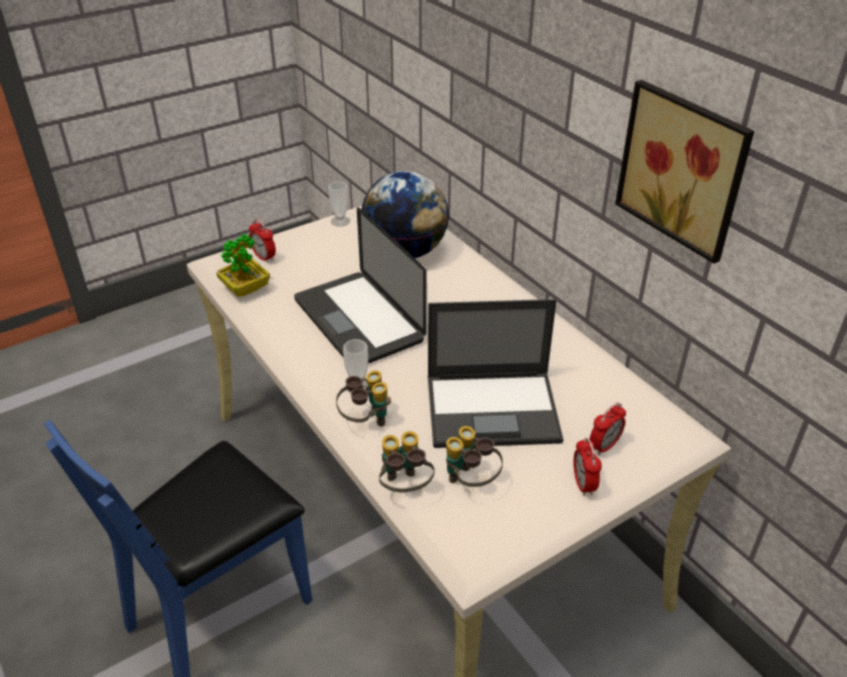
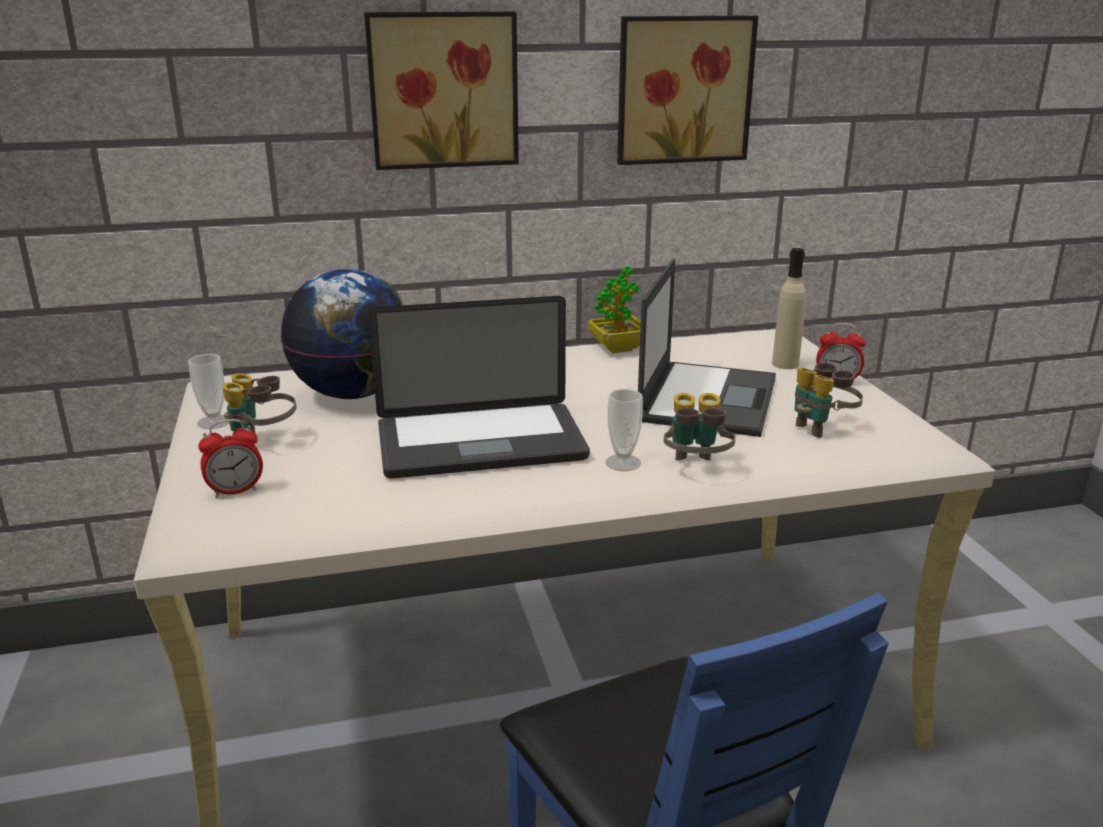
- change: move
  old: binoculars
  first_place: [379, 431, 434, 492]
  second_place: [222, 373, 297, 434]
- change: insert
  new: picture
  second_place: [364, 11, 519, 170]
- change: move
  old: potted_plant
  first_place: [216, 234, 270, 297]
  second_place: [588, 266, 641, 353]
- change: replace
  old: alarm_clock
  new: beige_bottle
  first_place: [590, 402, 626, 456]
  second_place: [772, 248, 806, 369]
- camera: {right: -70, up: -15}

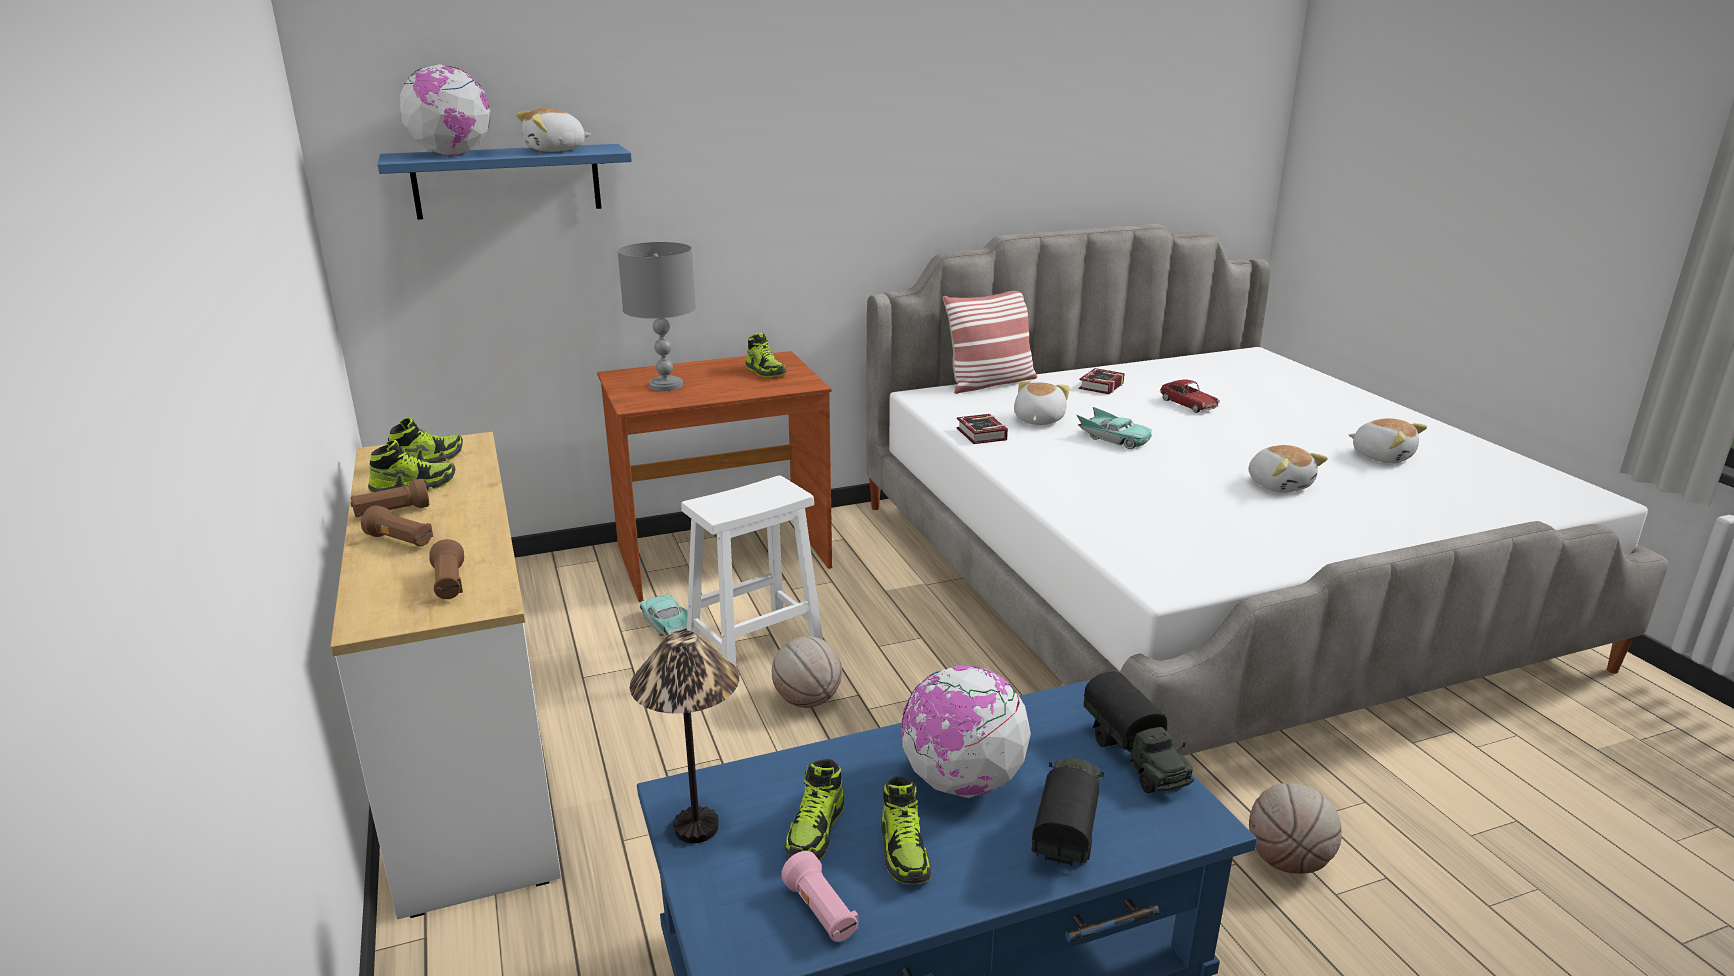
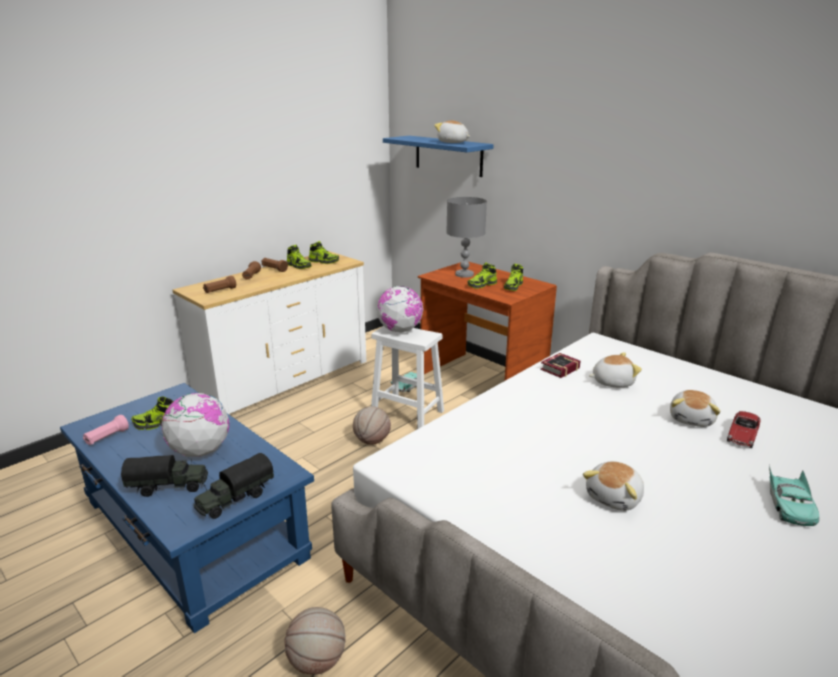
- change: move
  old: globe
  first_place: [400, 64, 491, 155]
  second_place: [377, 286, 423, 332]
- change: move
  old: shoe
  first_place: [881, 776, 931, 884]
  second_place: [467, 262, 497, 289]
- change: move
  old: plush_toy
  first_place: [1349, 418, 1427, 463]
  second_place: [670, 390, 720, 427]
- change: move
  old: turquoise_toy_car
  first_place: [1077, 407, 1152, 449]
  second_place: [769, 465, 819, 526]
- change: delete
  old: table_lamp
  first_place: [630, 630, 739, 843]
- change: delete
  old: pillow
  first_place: [943, 291, 1037, 394]
- change: delete
  old: book
  first_place: [1079, 368, 1125, 394]
- camera: {right: 65, up: 0}

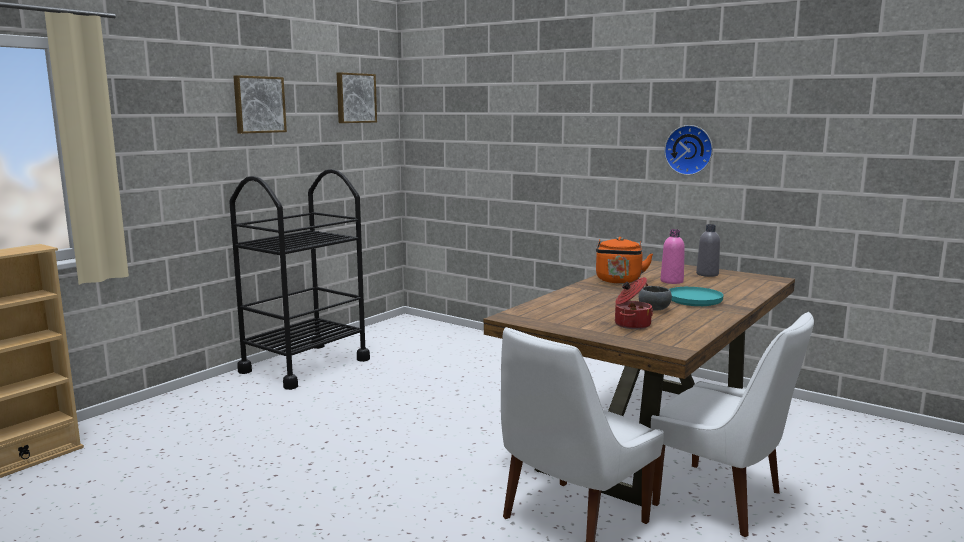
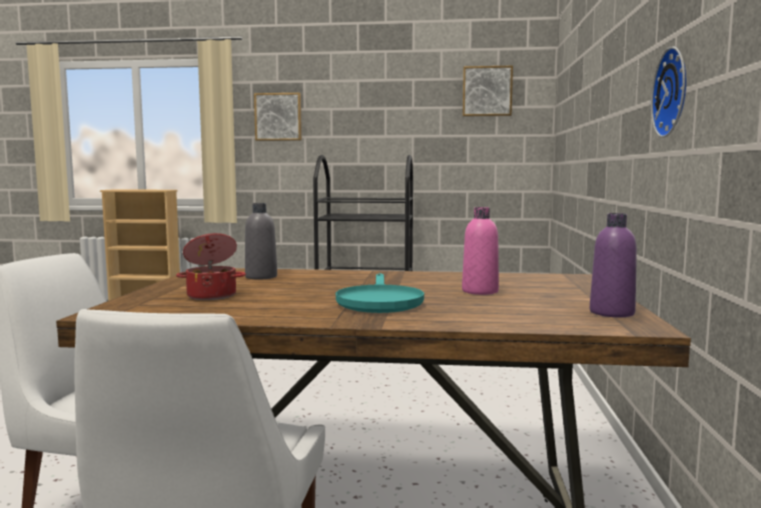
- change: move
  old: grey_bottle
  first_place: [696, 224, 720, 277]
  second_place: [245, 203, 277, 280]
- change: move
  old: picture
  first_place: [233, 75, 287, 134]
  second_place: [254, 93, 302, 141]
- change: insert
  new: purple_bottle
  second_place: [590, 213, 637, 317]
- change: delete
  old: orange_kettle
  first_place: [596, 237, 653, 284]
- change: delete
  old: grey_bowl
  first_place: [639, 286, 672, 311]
- camera: {right: 60, up: -5}

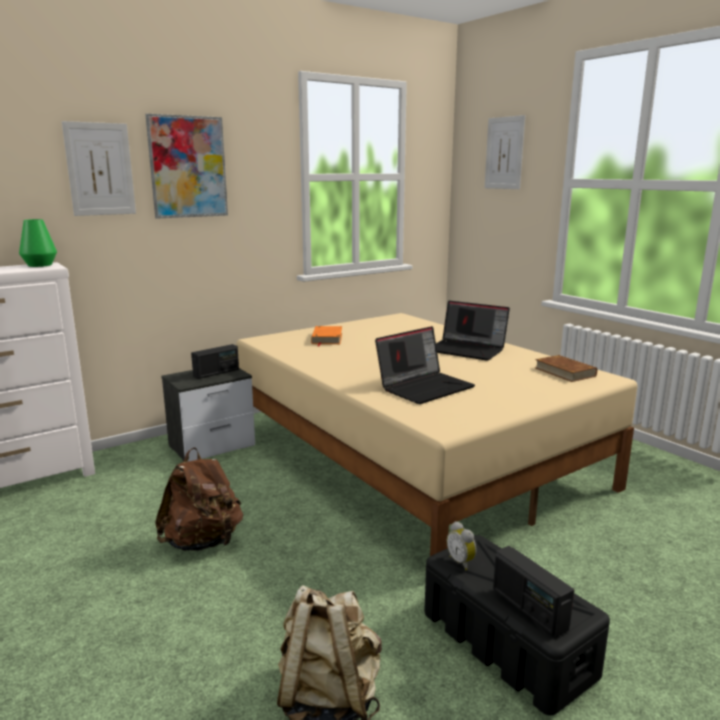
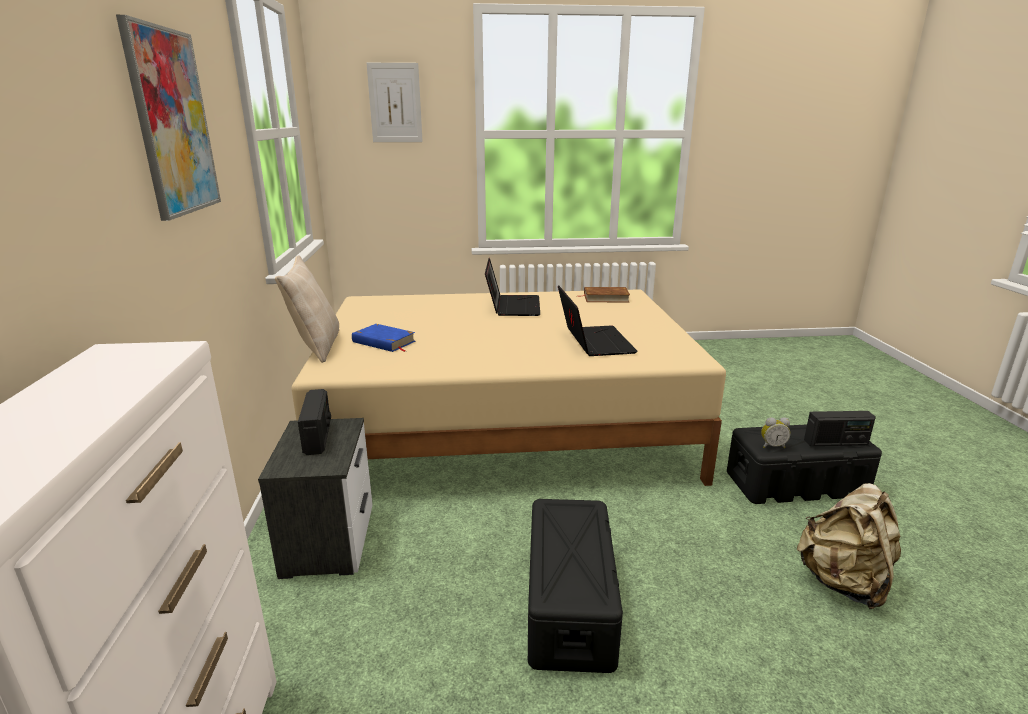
- change: insert
  new: beige_pillow
  second_place: [275, 255, 339, 363]
- change: recolor
  old: orange_book
  new: blue_book
  first_place: [311, 326, 342, 346]
  second_place: [352, 324, 415, 352]
- change: rotate
  old: laptop
  first_place: [436, 301, 510, 361]
  second_place: [485, 258, 540, 316]
  degrees: -60
- change: replace
  old: brown_backpack
  new: black_storage_box
  first_place: [155, 448, 243, 551]
  second_place: [528, 499, 623, 673]
- change: delete
  old: green_vase
  first_place: [19, 219, 57, 267]
- change: delete
  old: picture
  first_place: [62, 121, 136, 216]
- camera: {right: -60, up: 5}

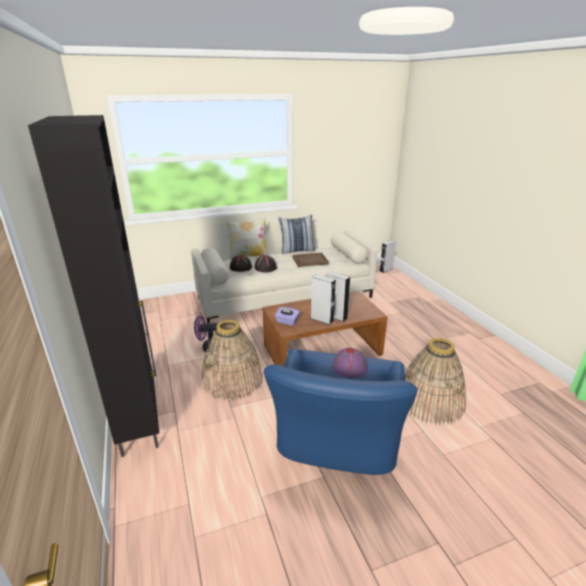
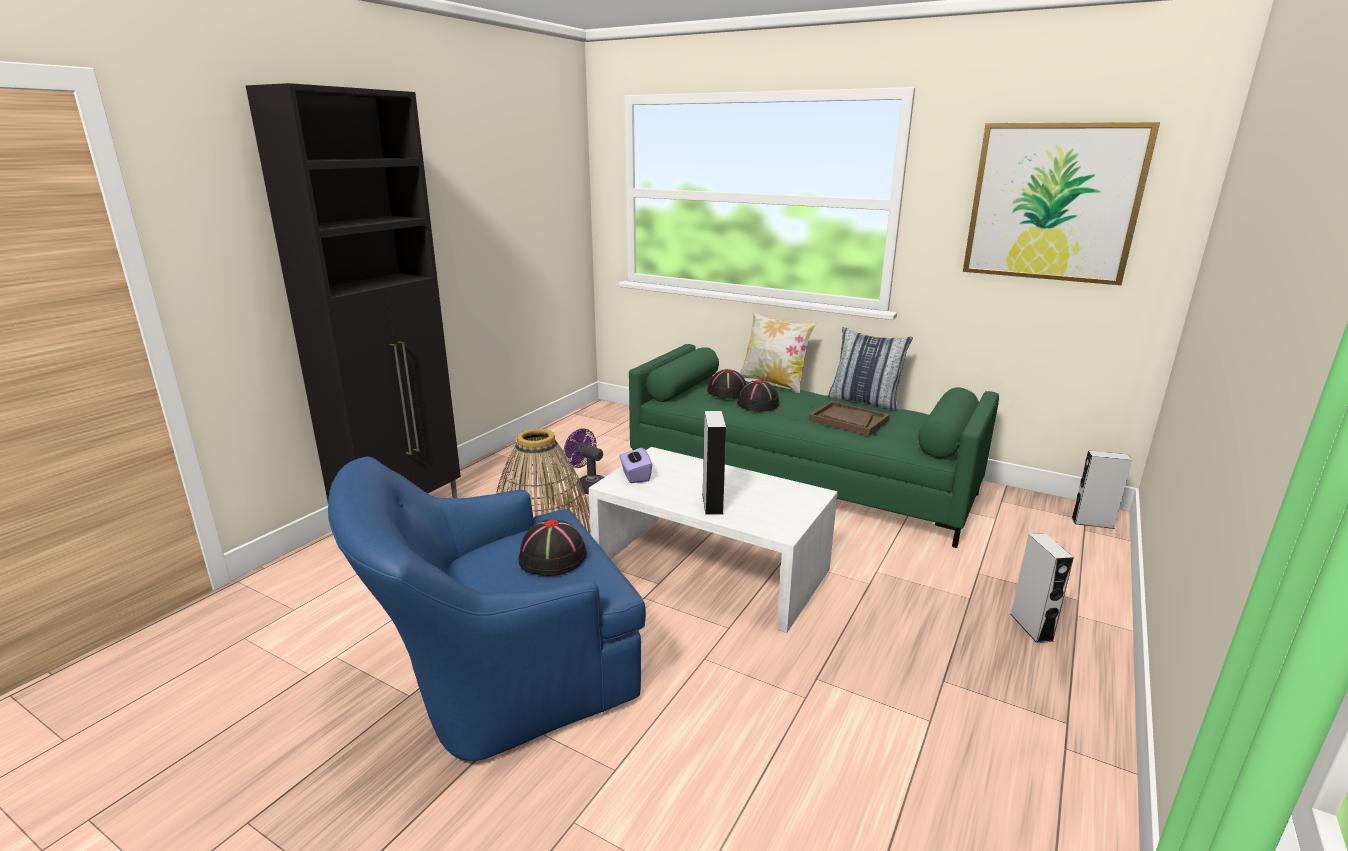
- change: recolor
  old: purple_hat
  new: black_hat
  first_place: [332, 348, 368, 378]
  second_place: [518, 519, 587, 576]
- change: recolor
  old: brown_coffee_table
  new: white_coffee_table
  first_place: [263, 291, 388, 366]
  second_place: [589, 447, 838, 633]
- change: recolor
  old: beige_sofa
  new: green_sofa
  first_place: [191, 230, 378, 324]
  second_place: [629, 344, 999, 548]
- change: insert
  new: picture
  second_place: [963, 122, 1160, 285]
- change: move
  old: grey_speaker
  first_place: [311, 274, 336, 325]
  second_place: [1010, 533, 1074, 643]
- change: delete
  old: basket
  first_place: [405, 338, 466, 425]
- camera: {right: 50, up: -5}

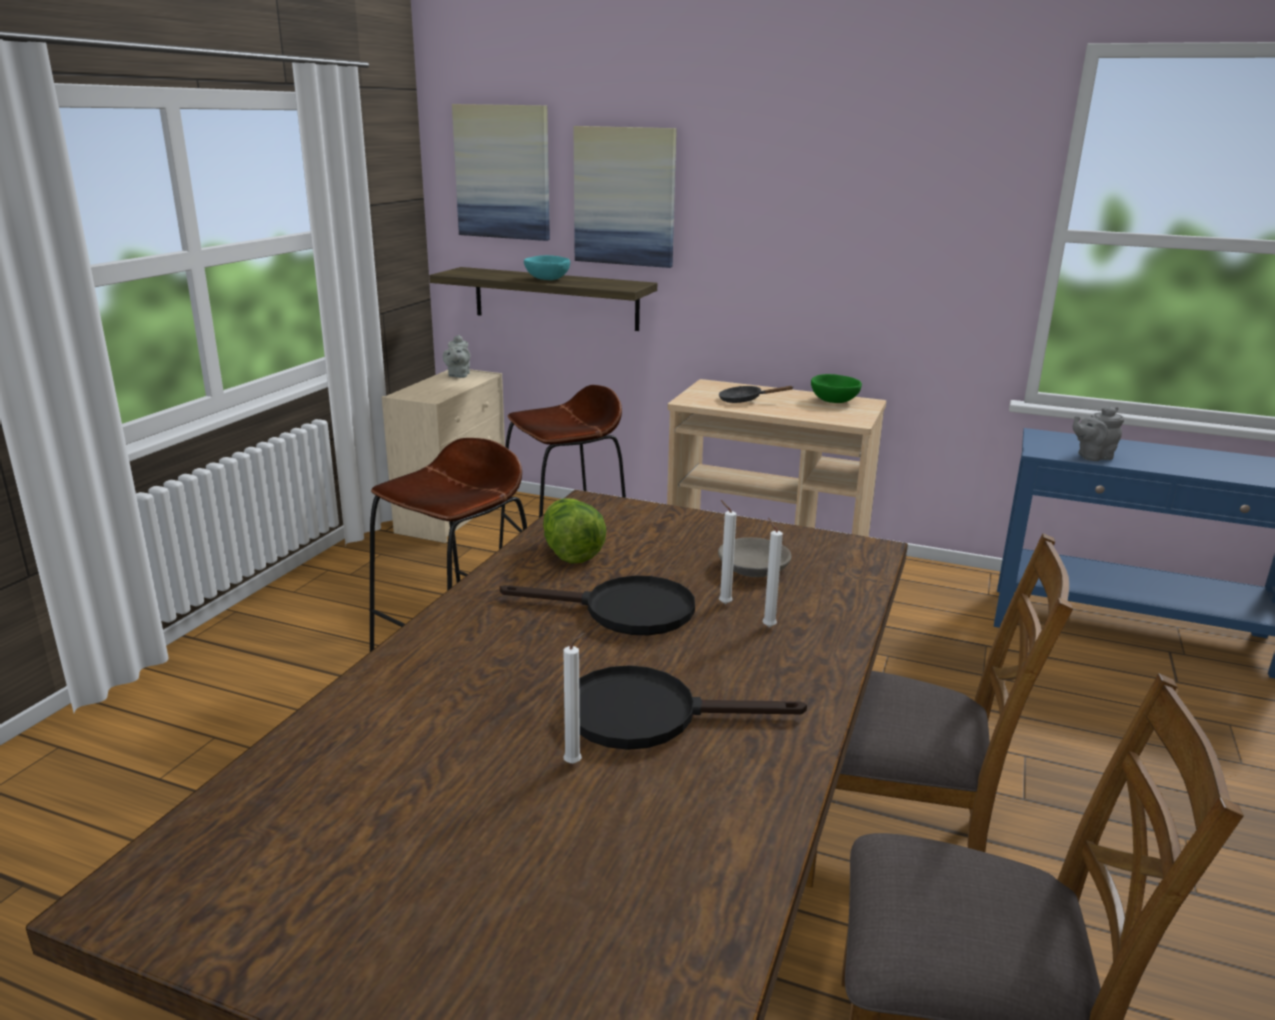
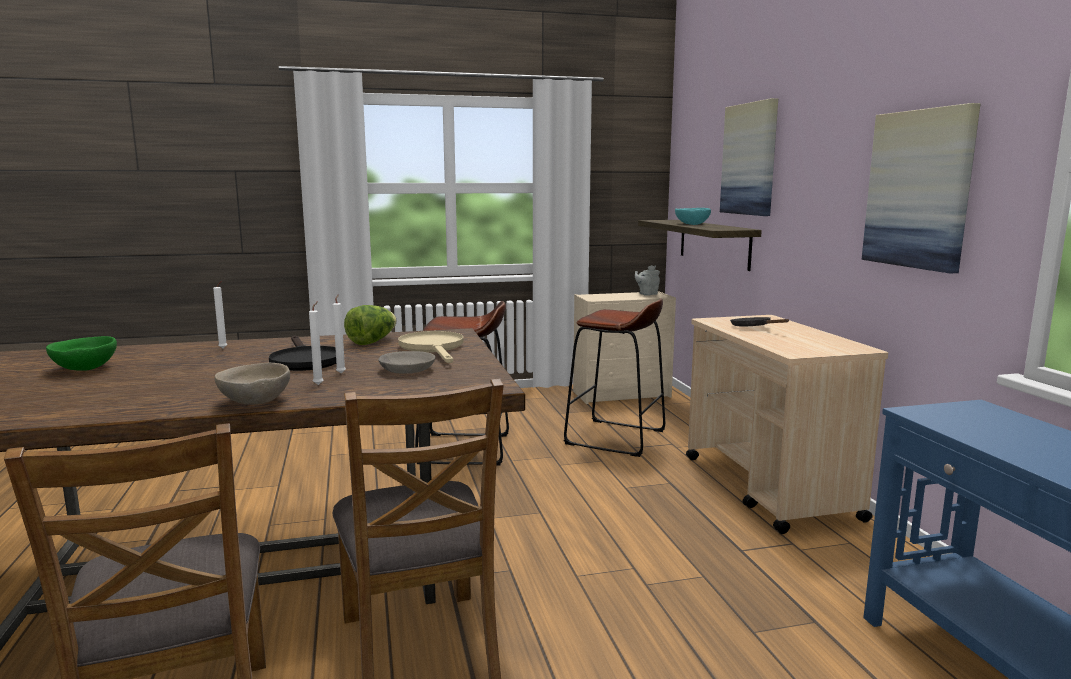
- change: move
  old: green_bowl
  first_place: [811, 374, 862, 403]
  second_place: [46, 336, 117, 371]
- change: move
  old: white_candle
  first_place: [563, 632, 586, 764]
  second_place: [213, 281, 227, 349]
- change: insert
  new: beige_bowl
  second_place: [215, 363, 290, 405]
- change: insert
  new: beige_frying_pan
  second_place: [398, 331, 464, 363]
- change: move
  old: picture
  first_place: [452, 104, 550, 241]
  second_place: [862, 103, 981, 273]
- change: delete
  old: black_frying_pan
  first_place: [579, 665, 807, 750]
- change: delete
  old: grey_teapot
  first_place: [1073, 407, 1124, 461]
- camera: {right: 55, up: -10}

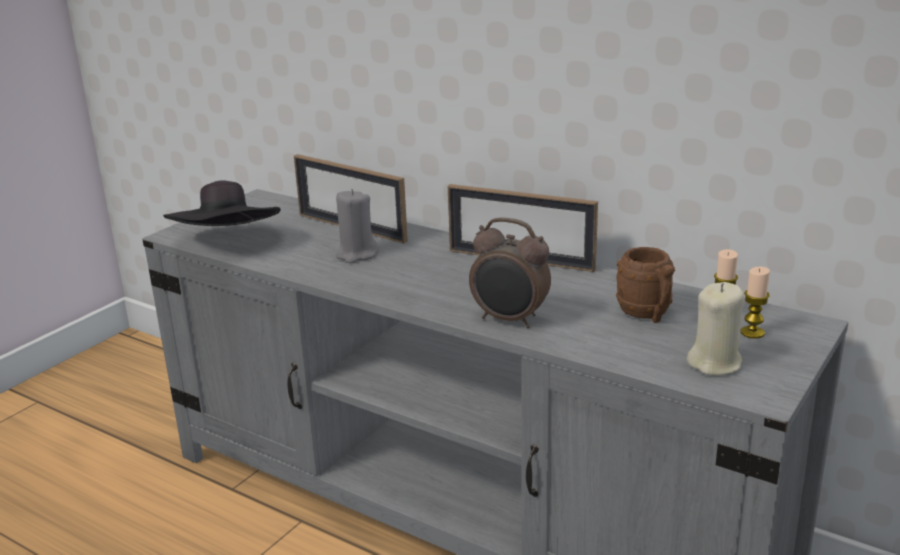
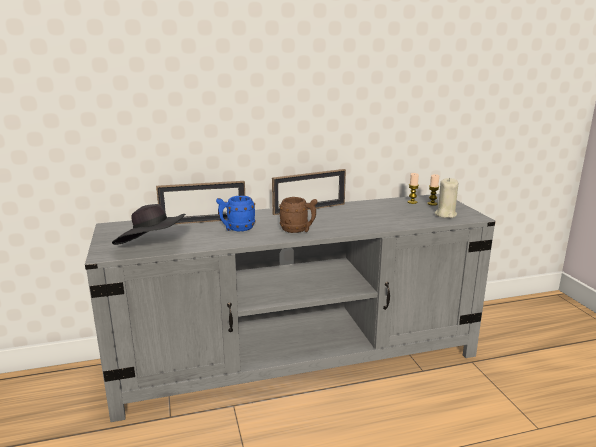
- change: replace
  old: grey_candle
  new: blue_mug
  first_place: [336, 189, 379, 263]
  second_place: [216, 196, 256, 232]
- change: move
  old: brown_mug
  first_place: [616, 247, 675, 323]
  second_place: [279, 197, 318, 233]
- change: delete
  old: alarm_clock
  first_place: [469, 217, 551, 328]
- camera: {right: -50, up: -5}

